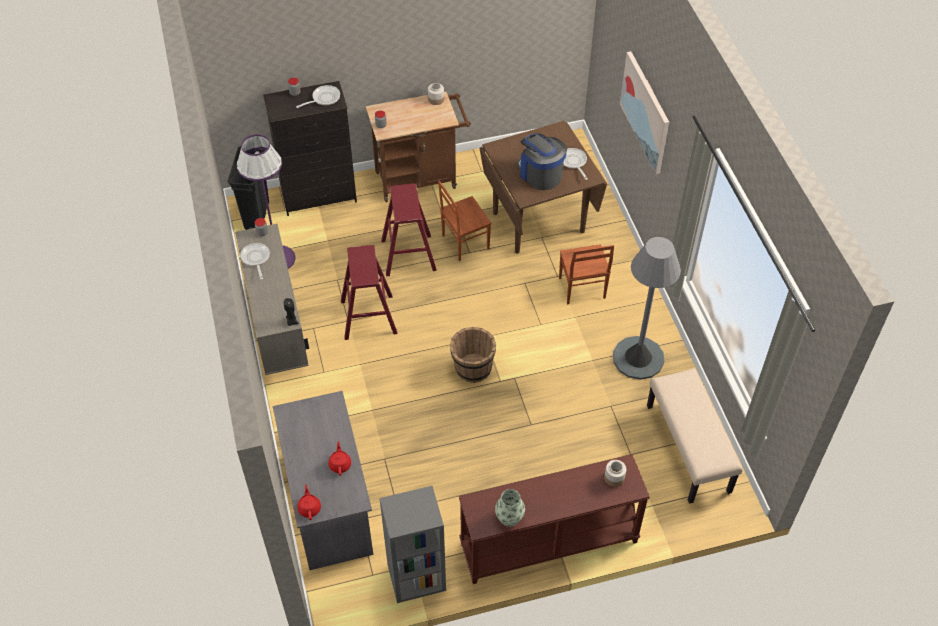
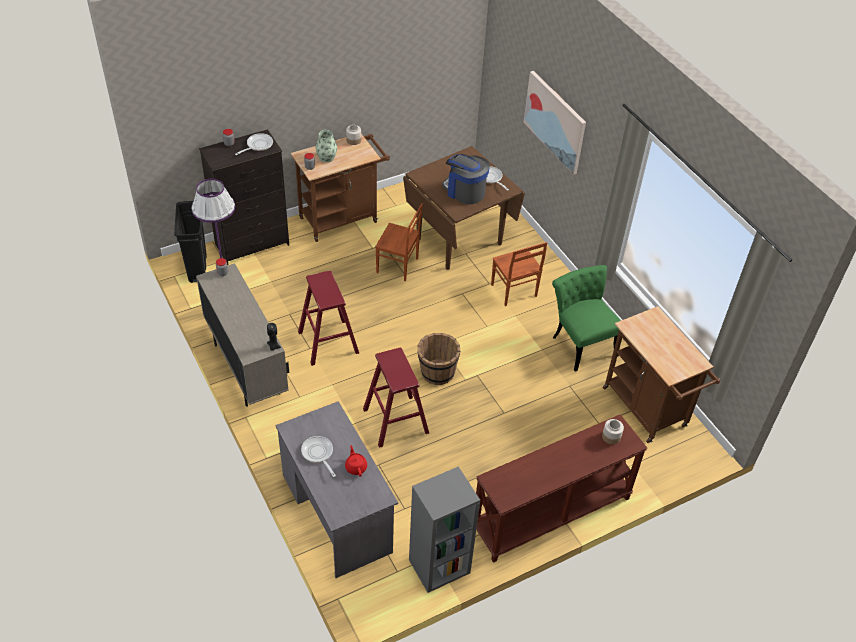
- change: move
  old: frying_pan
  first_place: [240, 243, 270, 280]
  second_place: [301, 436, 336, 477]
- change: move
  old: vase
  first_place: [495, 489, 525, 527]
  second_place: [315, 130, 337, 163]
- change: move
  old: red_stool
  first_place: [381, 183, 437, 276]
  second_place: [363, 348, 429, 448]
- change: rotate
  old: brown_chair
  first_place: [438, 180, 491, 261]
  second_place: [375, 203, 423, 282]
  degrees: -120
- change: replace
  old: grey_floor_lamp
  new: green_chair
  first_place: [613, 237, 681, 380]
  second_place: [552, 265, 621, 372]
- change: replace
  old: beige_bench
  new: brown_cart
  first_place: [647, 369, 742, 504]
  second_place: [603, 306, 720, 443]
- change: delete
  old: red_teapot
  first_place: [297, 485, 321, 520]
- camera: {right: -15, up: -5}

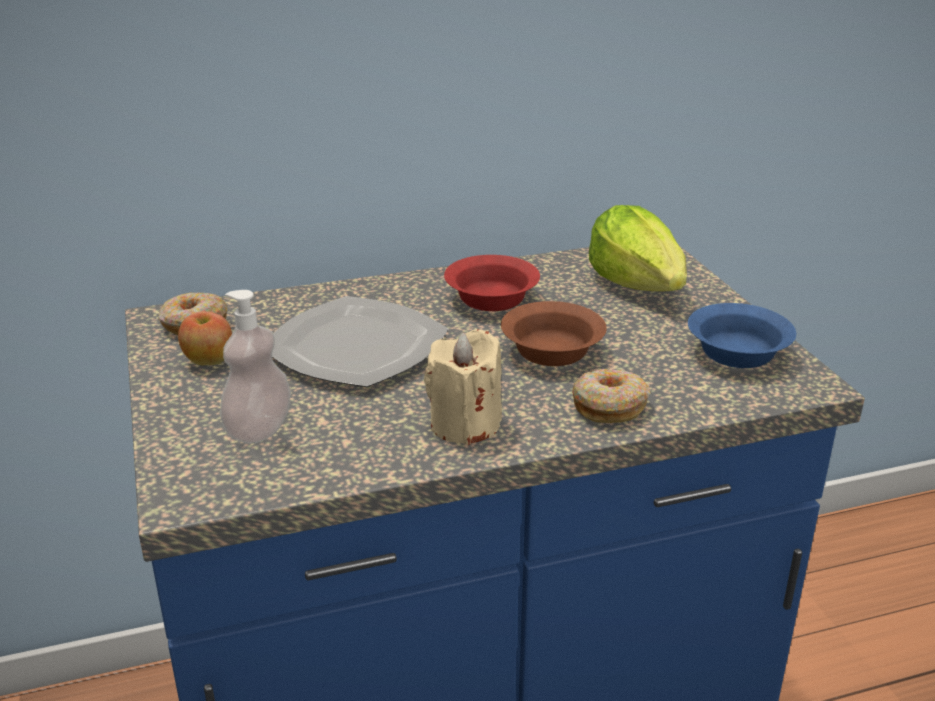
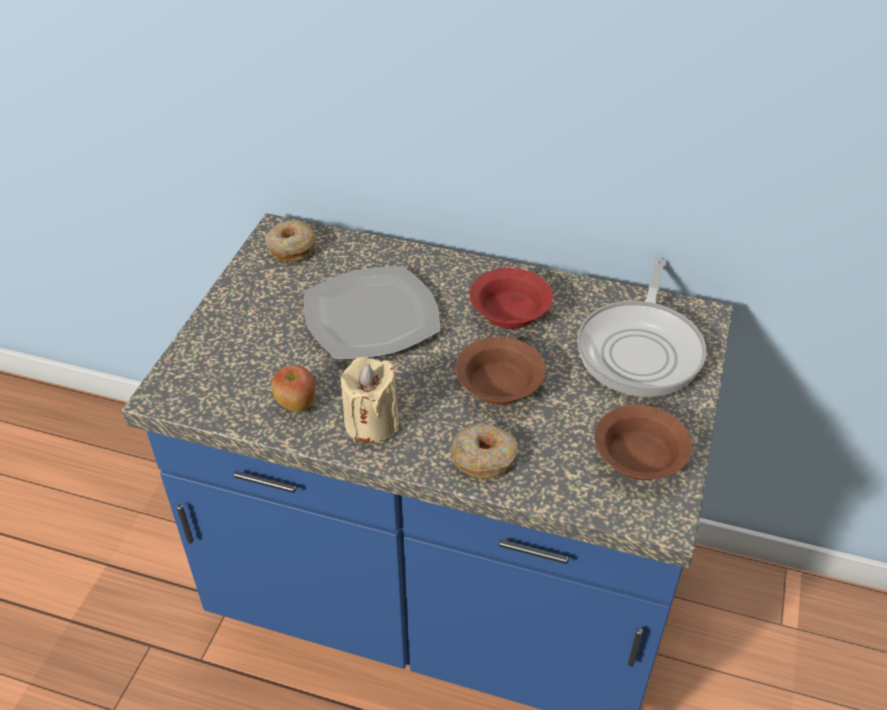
- change: move
  old: apple
  first_place: [178, 311, 232, 365]
  second_place: [271, 365, 316, 412]
- change: replace
  old: lettuce
  new: frying_pan
  first_place: [589, 205, 687, 291]
  second_place: [577, 258, 706, 397]
- change: recolor
  old: blue_bowl
  new: brown_bowl
  first_place: [688, 303, 796, 368]
  second_place: [594, 405, 692, 480]
- change: delete
  old: soap_dispenser
  first_place: [220, 290, 291, 444]
- camera: {right: 35, up: 15}

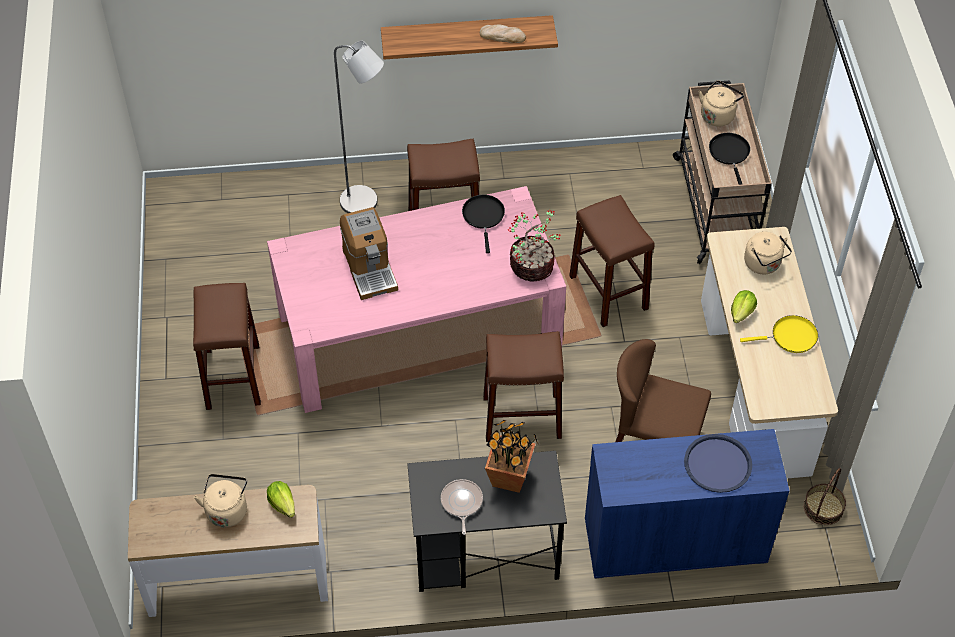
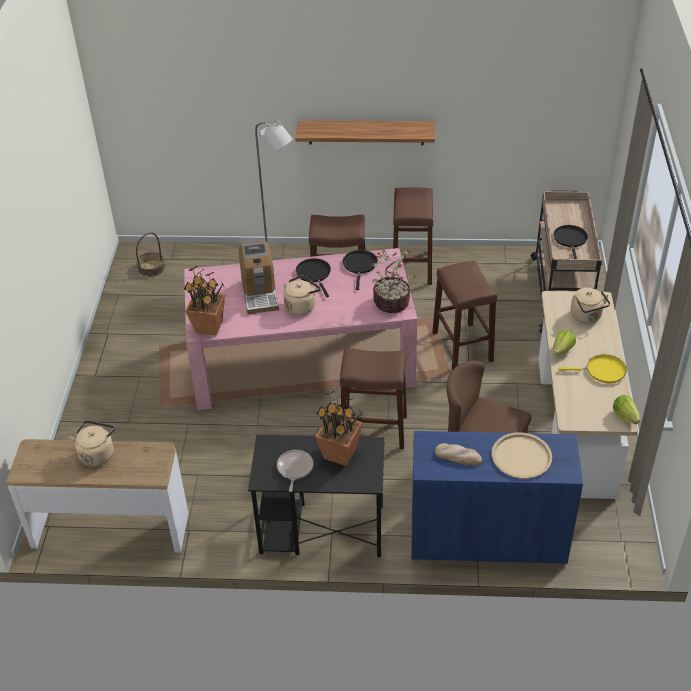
- change: move
  old: basket
  first_place: [804, 468, 846, 525]
  second_place: [136, 232, 165, 277]
- change: insert
  new: potted_plant
  second_place: [184, 266, 225, 335]
- change: move
  old: beige_kettle
  first_place: [698, 80, 744, 127]
  second_place: [283, 275, 321, 316]
- change: insert
  new: black_frying_pan
  second_place: [296, 258, 331, 297]
- change: move
  old: brown_stool
  first_place: [193, 283, 261, 410]
  second_place: [393, 187, 433, 285]
- change: move
  old: bread
  first_place: [480, 24, 526, 43]
  second_place: [435, 443, 482, 466]
- change: recolor
  old: blue_tray
  new: beige_tray
  first_place: [684, 434, 752, 493]
  second_place: [492, 432, 552, 479]
- change: move
  old: lettuce
  first_place: [267, 481, 295, 518]
  second_place: [613, 395, 640, 424]
- camera: {right: 10, up: -10}

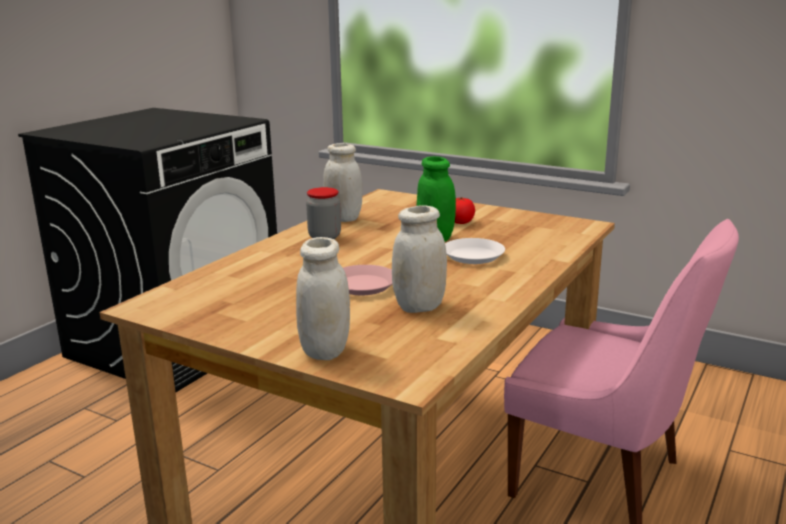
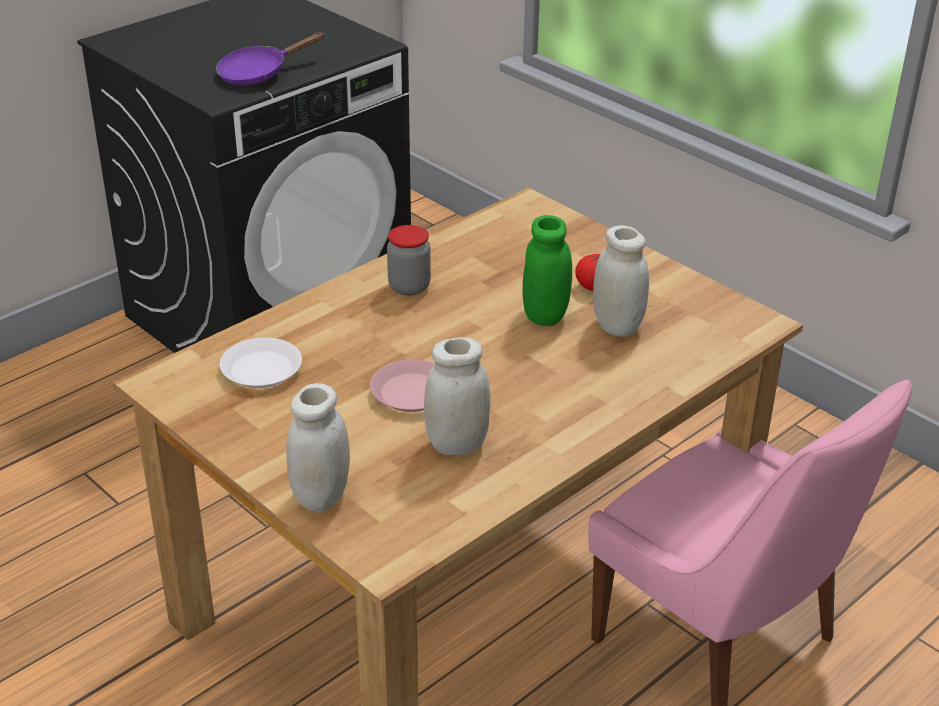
- change: insert
  new: purple_frying_pan
  second_place: [216, 32, 324, 86]
- change: move
  old: white_plate
  first_place: [445, 238, 505, 264]
  second_place: [220, 338, 302, 388]
- change: move
  old: white_jar
  first_place: [323, 143, 362, 222]
  second_place: [593, 225, 649, 337]
- camera: {right: 15, up: 15}

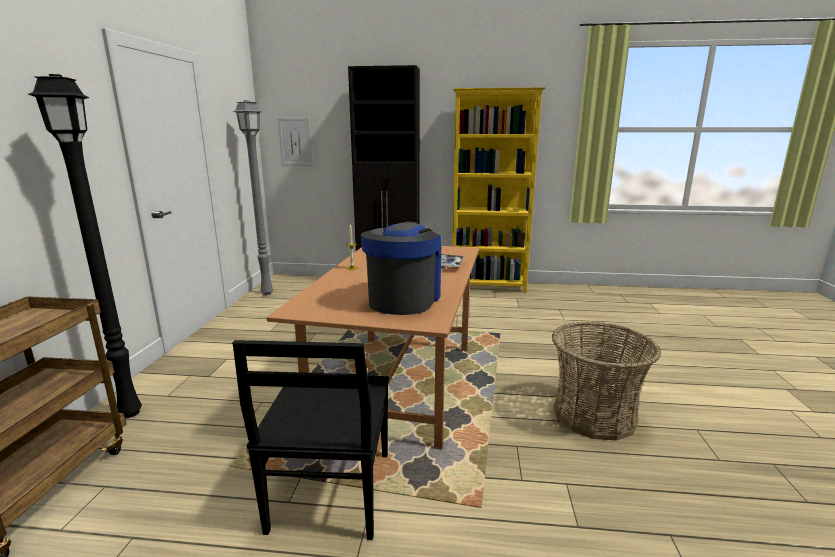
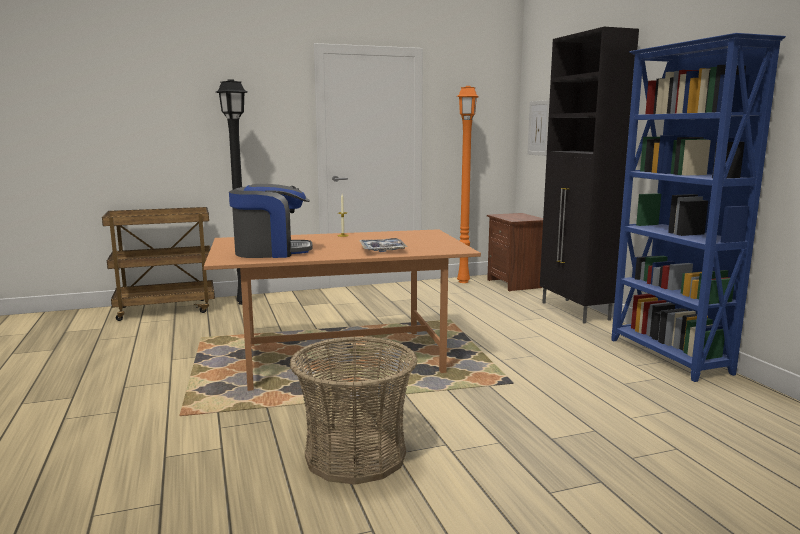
- change: recolor
  old: grey_floor_lamp
  new: orange_floor_lamp
  first_place: [233, 100, 273, 295]
  second_place: [457, 86, 478, 283]
- change: insert
  new: brown_nightstand
  second_place: [487, 213, 543, 291]
- change: recolor
  old: yellow_bookcase
  new: blue_bookcase
  first_place: [452, 87, 546, 293]
  second_place: [611, 33, 786, 382]
- change: delete
  old: black_chair
  first_place: [232, 340, 389, 540]
- camera: {right: 65, up: -5}

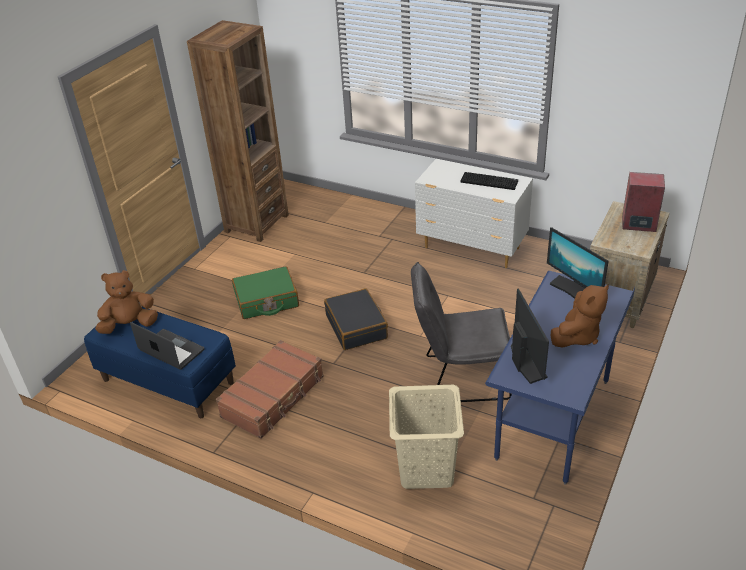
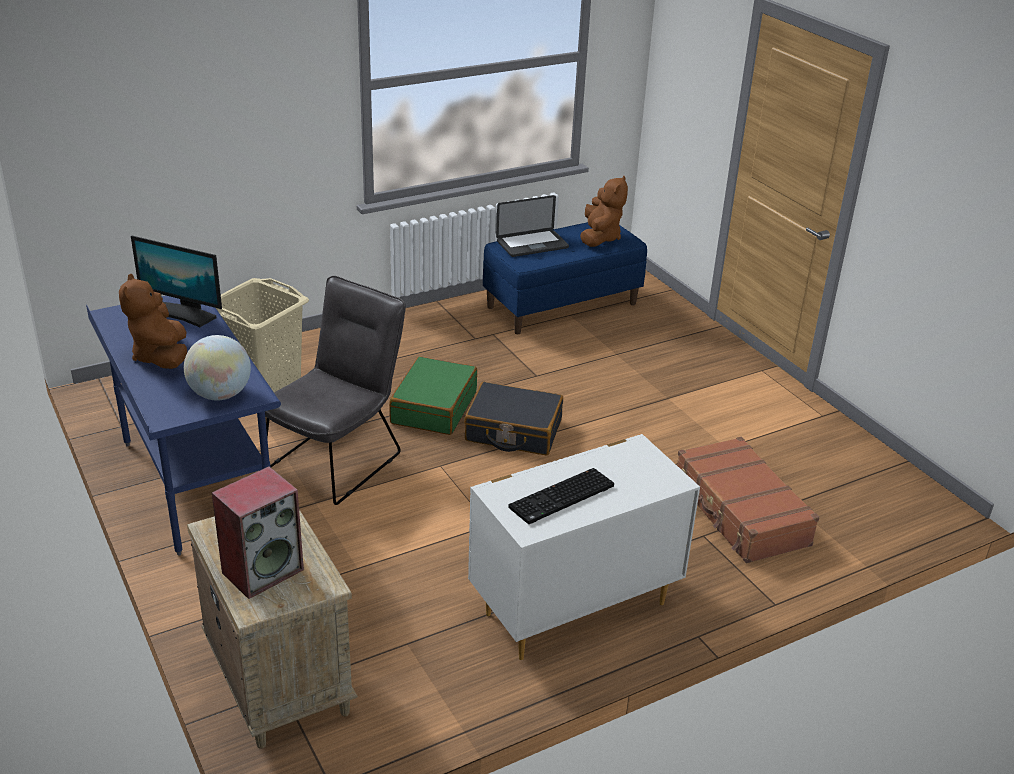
- change: replace
  old: monitor
  new: globe
  first_place: [547, 227, 608, 299]
  second_place: [184, 335, 251, 400]
- change: move
  old: green_suitcase
  first_place: [232, 266, 299, 319]
  second_place: [389, 357, 477, 435]
- change: move
  old: brown_suitcase
  first_place: [216, 340, 323, 439]
  second_place: [677, 437, 820, 563]
- change: delete
  old: brown_bookcase
  first_place: [187, 20, 289, 242]
- camera: {right: 120, up: -5}

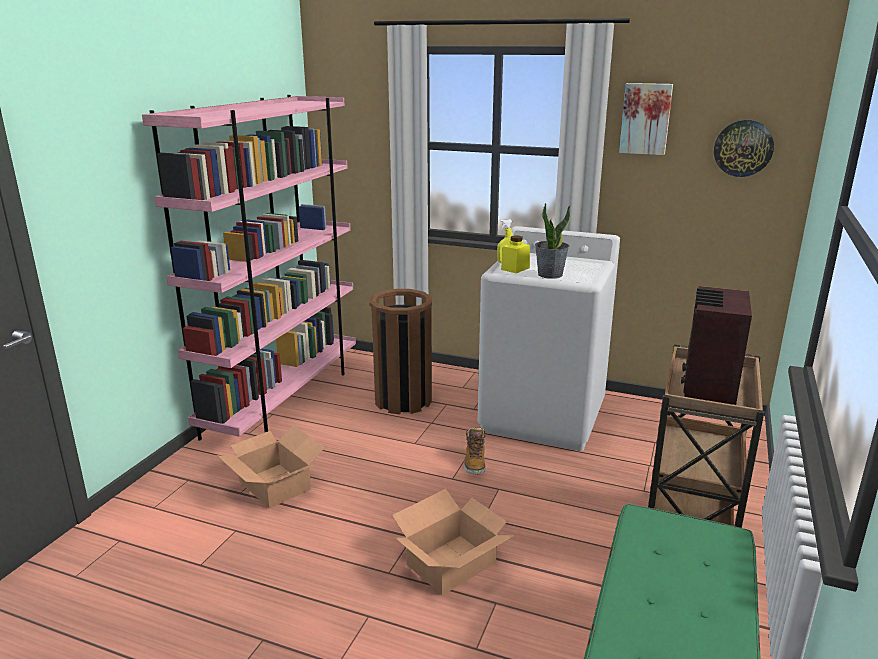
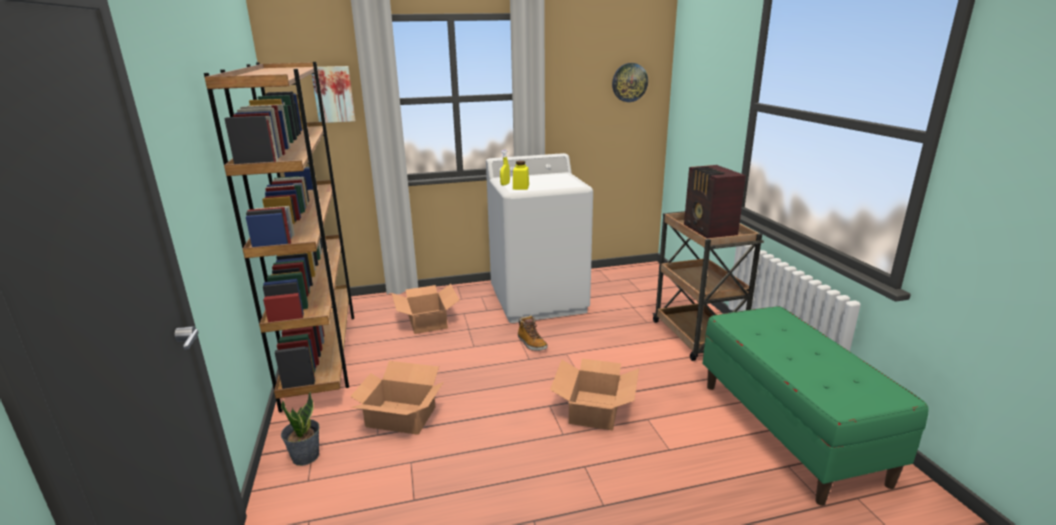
- change: recolor
  old: pink_bookcase
  new: brown_bookcase
  first_place: [142, 95, 356, 441]
  second_place: [204, 62, 354, 412]
- change: move
  old: potted_plant
  first_place: [535, 203, 570, 279]
  second_place: [281, 392, 319, 466]
- change: move
  old: picture
  first_place: [619, 83, 673, 155]
  second_place: [312, 66, 355, 123]
- change: replace
  old: brown_trash_can
  new: cardboard_box
  first_place: [369, 289, 433, 415]
  second_place: [392, 284, 459, 334]
- camera: {right: -35, up: 0}

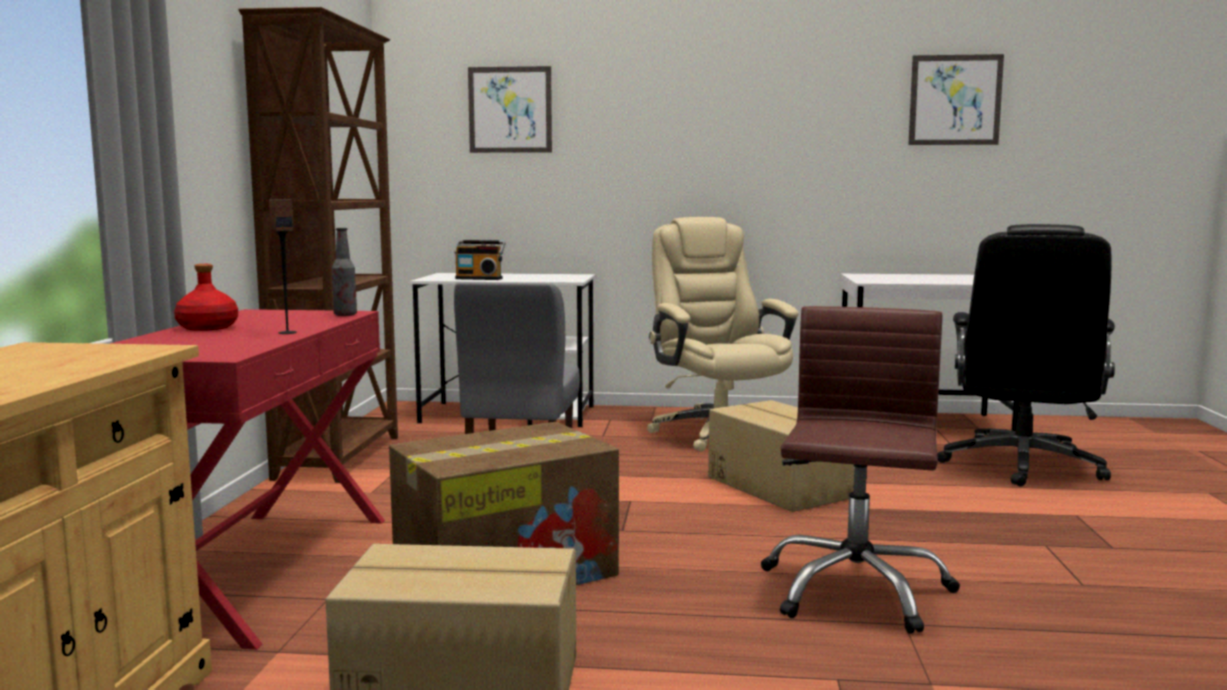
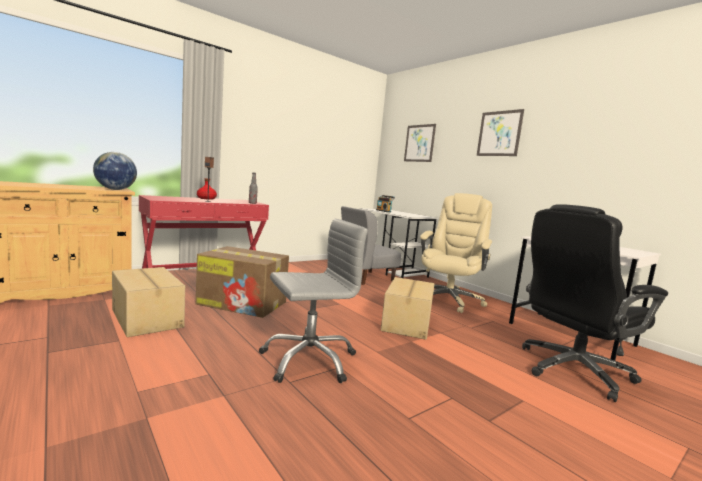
- change: insert
  new: globe
  second_place: [93, 152, 137, 190]
- change: recolor
  old: brown_office_chair
  new: grey_office_chair
  first_place: [761, 306, 960, 634]
  second_place: [259, 219, 368, 383]
- change: move
  old: picture
  first_place: [908, 54, 1004, 145]
  second_place: [477, 109, 524, 156]
- change: delete
  old: brown_bookcase
  first_place: [238, 7, 398, 483]
- camera: {right: 45, up: 0}

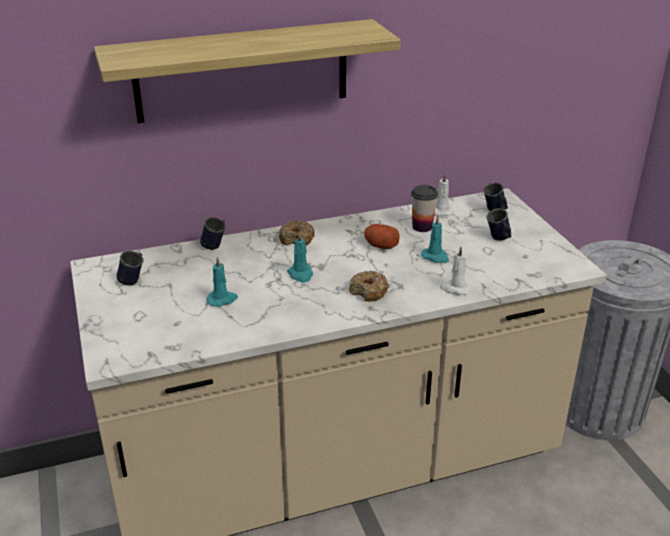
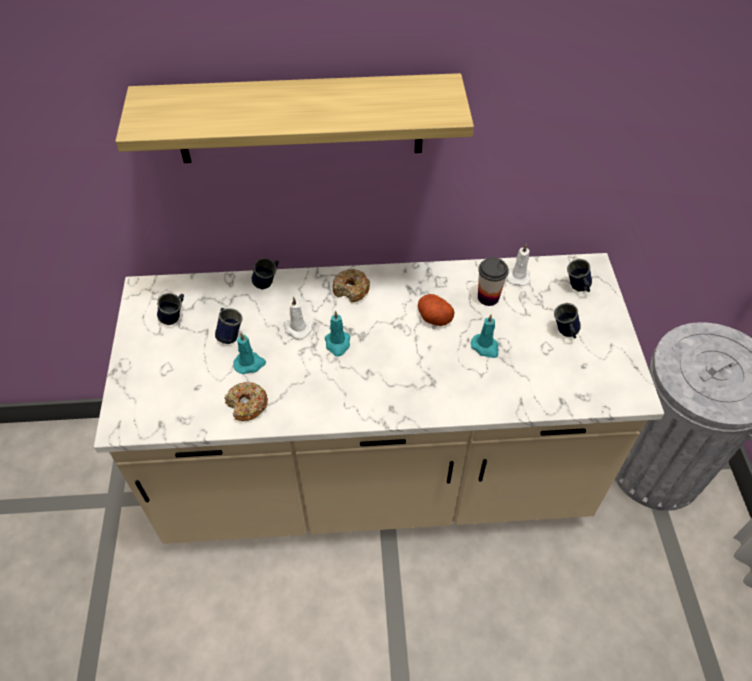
- change: insert
  new: blue_mug
  second_place: [215, 308, 242, 344]
- change: move
  old: donut
  first_place: [349, 270, 389, 302]
  second_place: [225, 382, 268, 421]
- change: move
  old: white_candle
  first_place: [440, 246, 471, 295]
  second_place: [283, 296, 312, 339]
- camera: {right: 15, up: 20}

